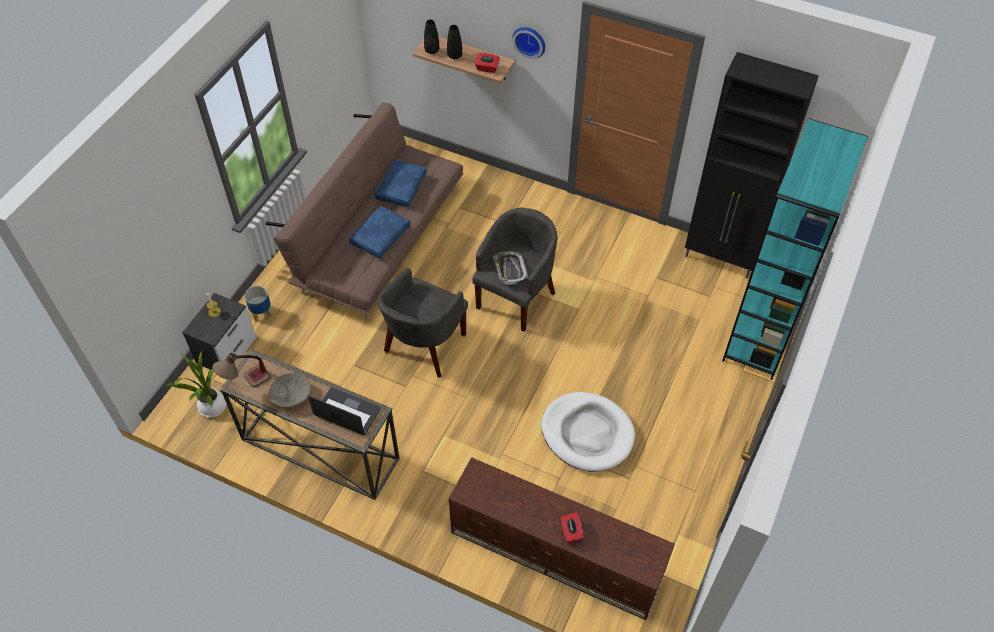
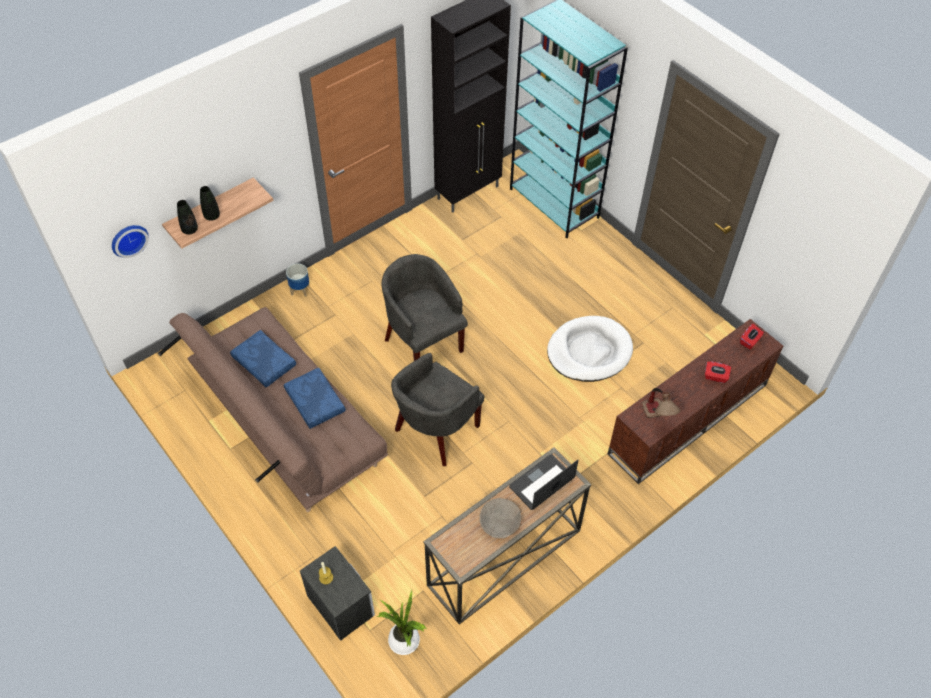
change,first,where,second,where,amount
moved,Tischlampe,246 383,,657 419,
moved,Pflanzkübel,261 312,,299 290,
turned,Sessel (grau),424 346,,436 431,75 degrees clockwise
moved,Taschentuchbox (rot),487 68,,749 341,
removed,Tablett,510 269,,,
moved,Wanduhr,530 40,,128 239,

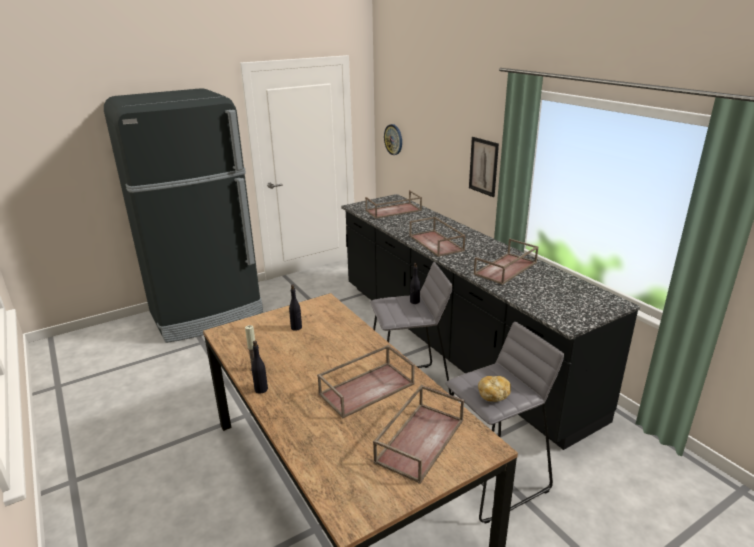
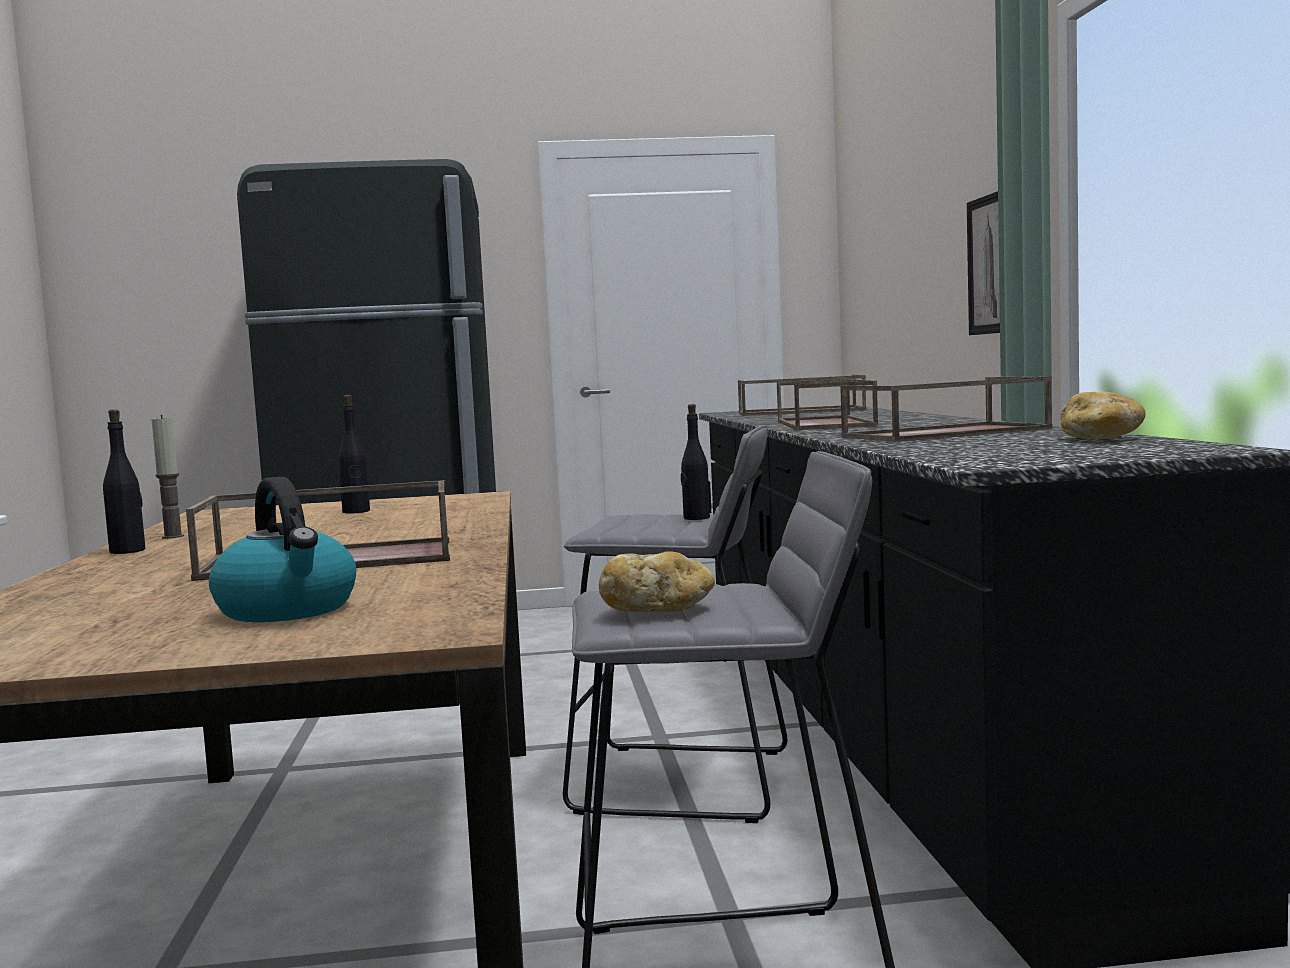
change,first,where,second,where,amount
replaced,Tablett (braun),419 439,Wasserkessel,288 610,
removed,Wanduhr,393 139,,,
added,,,Brot,1100 439,

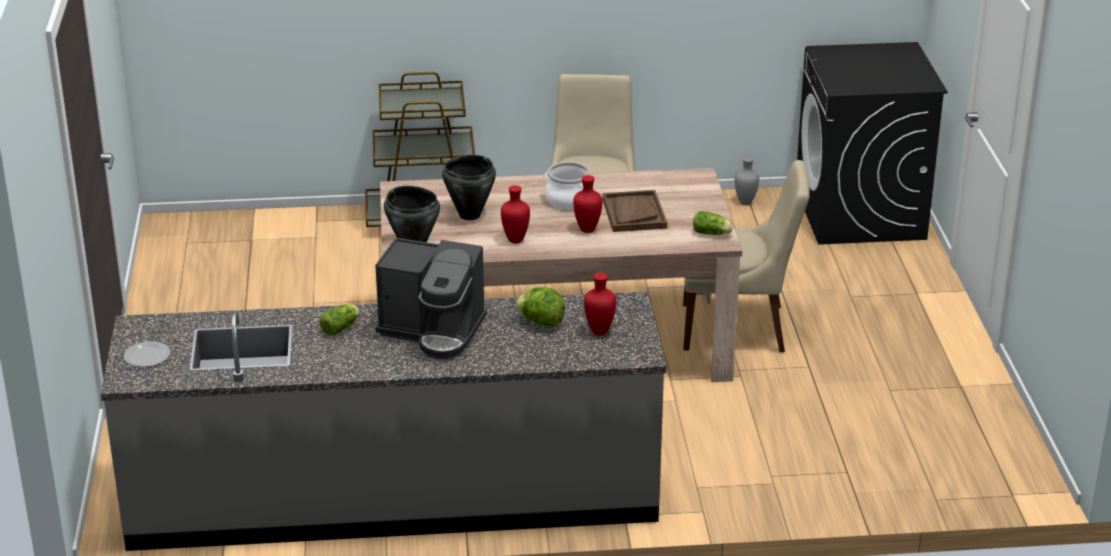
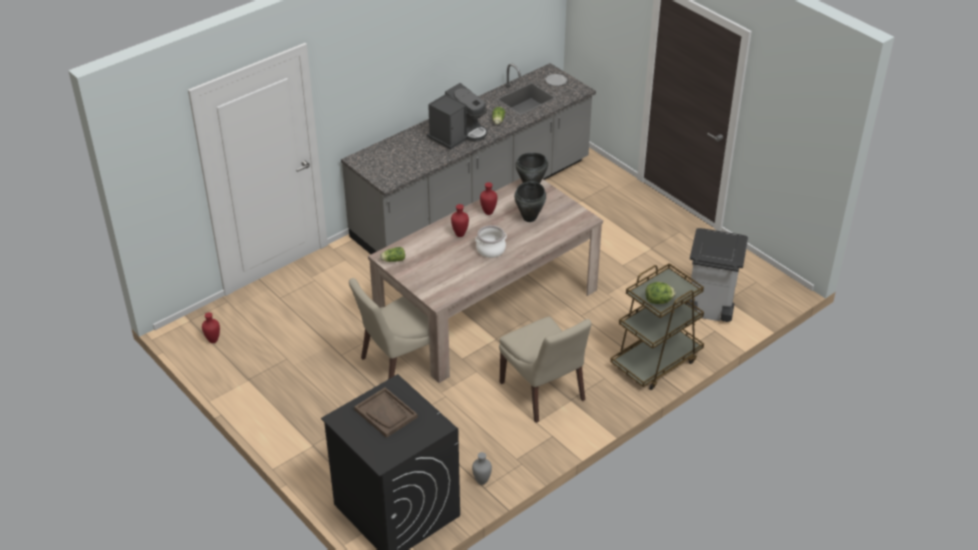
change,first,where,second,where,amount
turned,Kaffeemaschine,433 331,,458 135,150 degrees clockwise
moved,Salatkopf,541 322,,659 301,
moved,Vase (rot),600 332,,212 341,
moved,Tablett (braun),634 213,,386 413,
added,,,Mülleimer (grau),709 308,

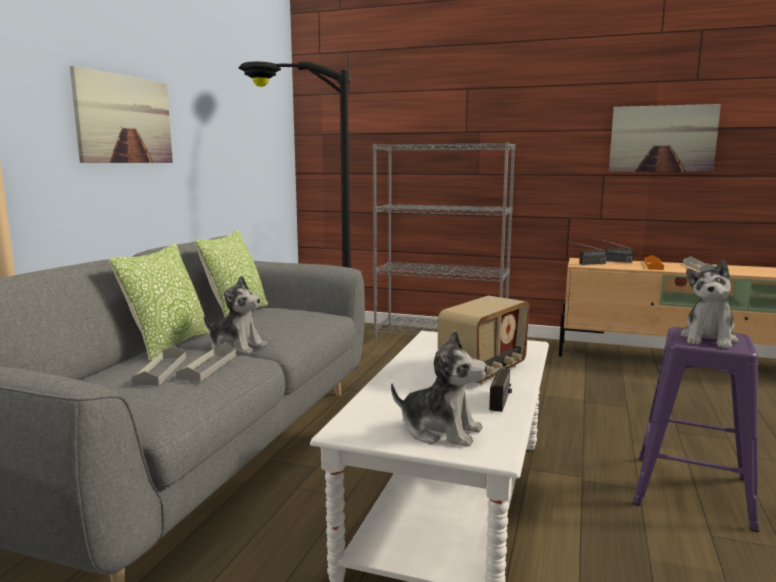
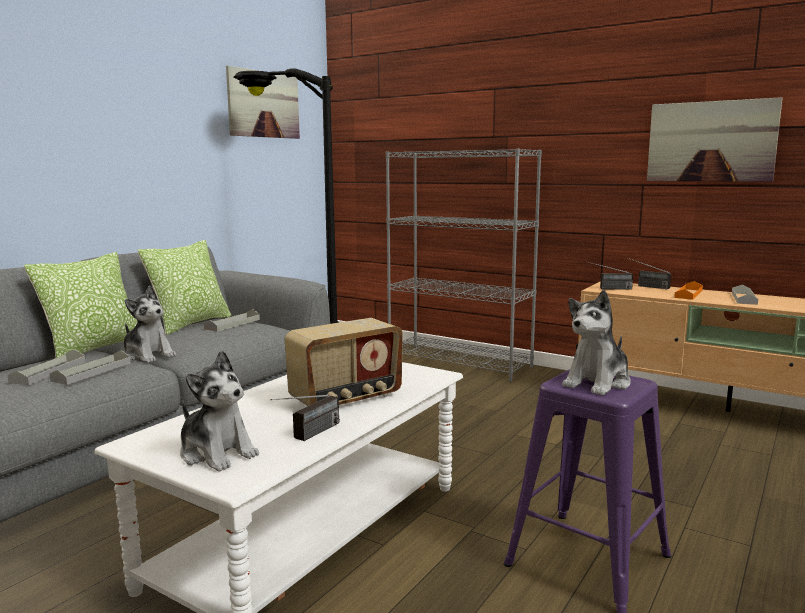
change,first,where,second,where,amount
moved,Bild,125 119,,264 104,
added,,,Tablett (grau),232 324,

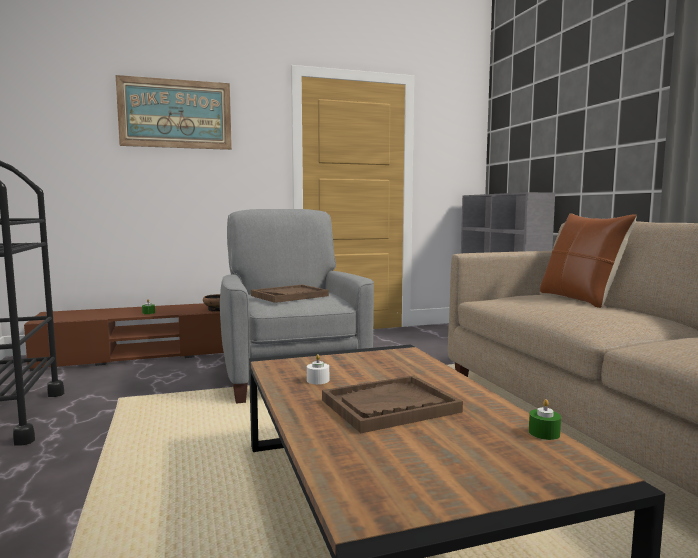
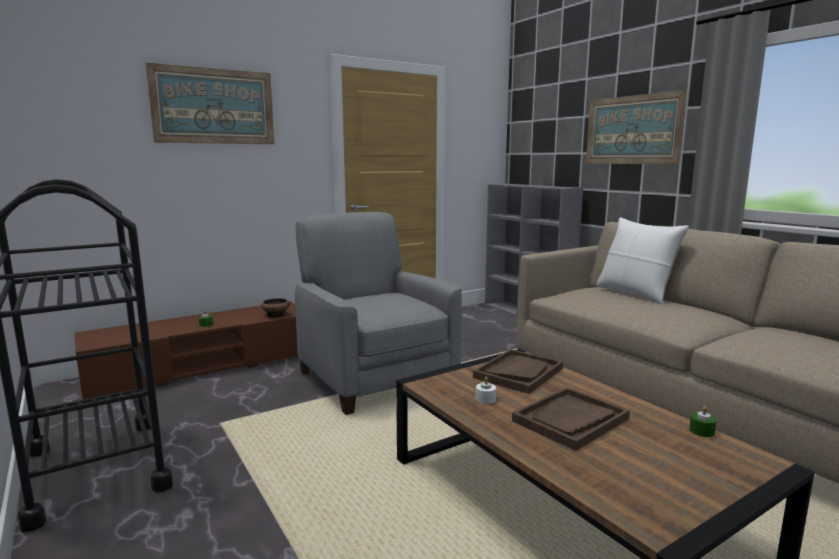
change,first,where,second,where,amount
moved,Tablett (braun),289 296,,518 373,
recoloured,Kissen (braun),580 299,Kissen (weiß),635 294,
added,,,Bild,632 130,

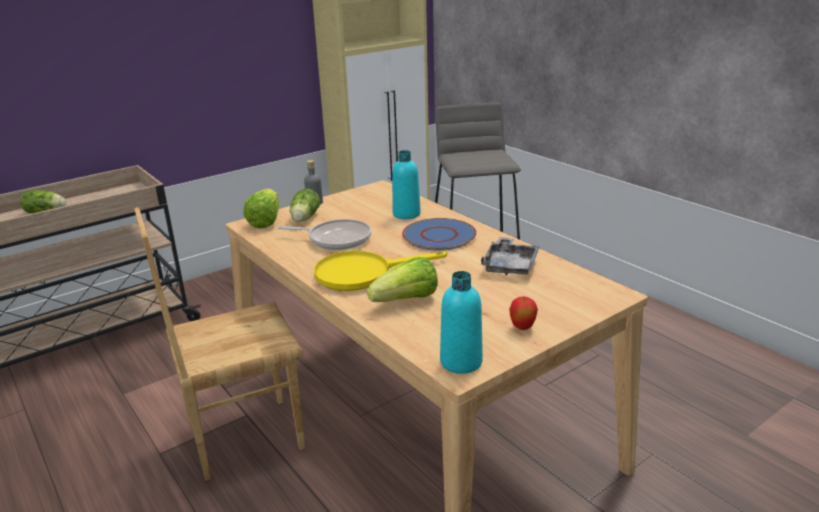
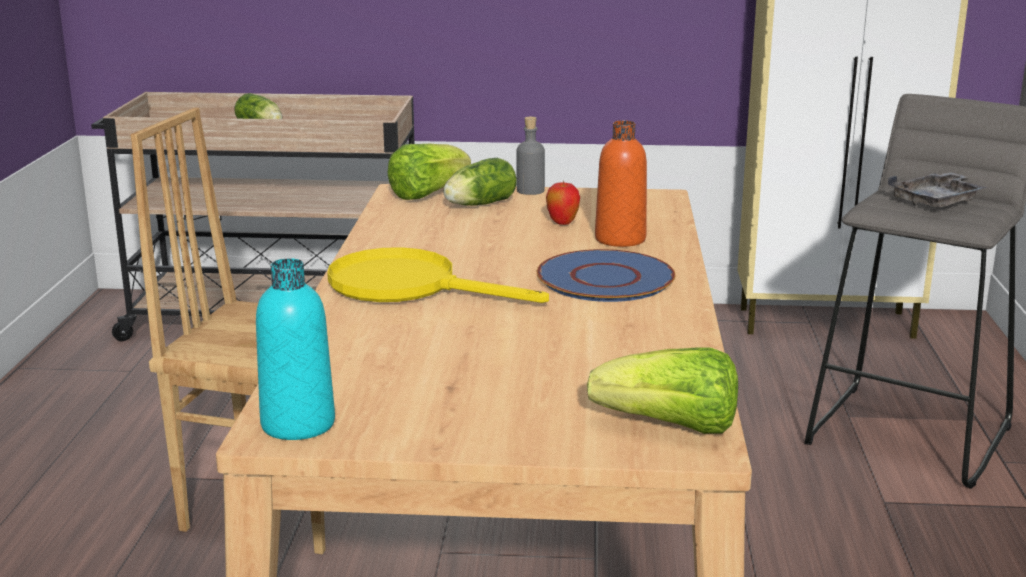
change,first,where,second,where,amount
removed,Pfanne,336 239,,,
moved,Salatkopf,407 300,,670 427,
recoloured,Flasche (türkis),406 214,Flasche (orange),620 239,
moved,Tablett (grau),510 265,,937 201,
moved,Apfel,522 328,,562 223,

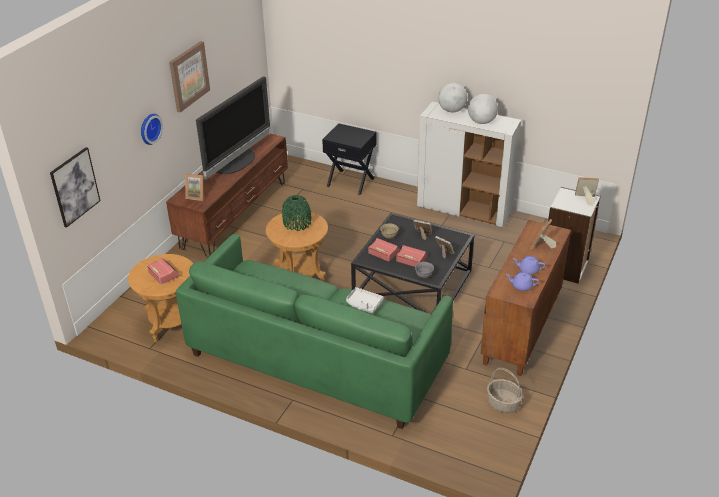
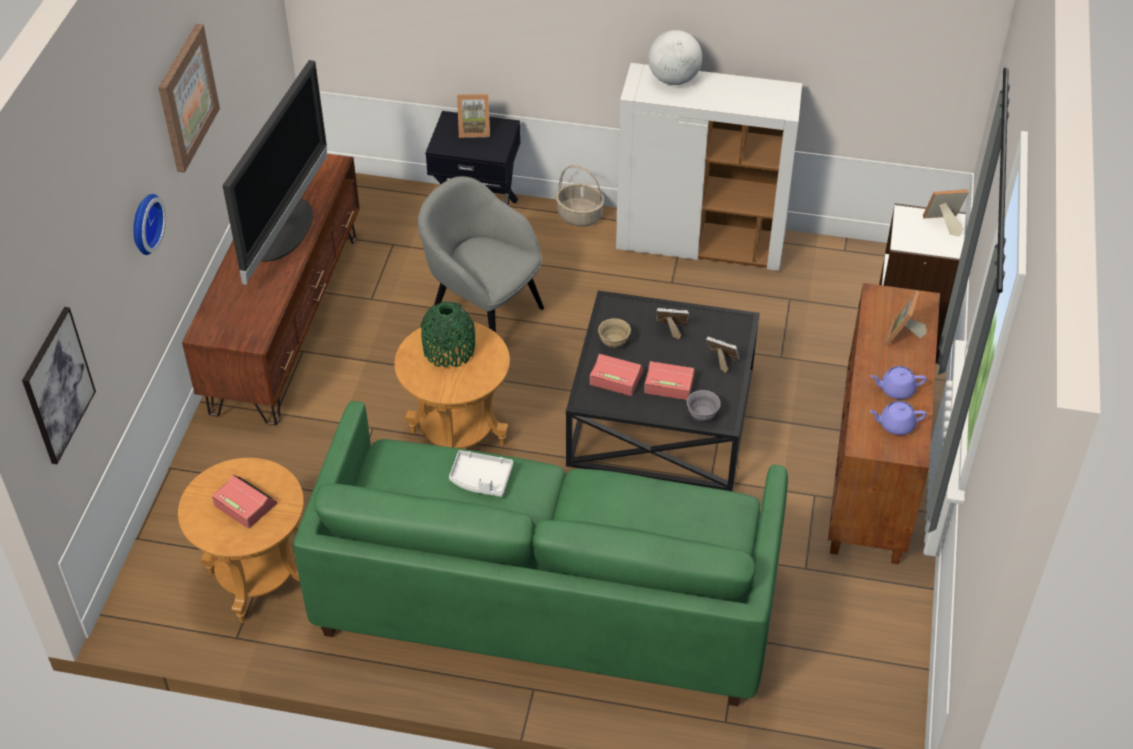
change,first,where,second,where,amount
moved,Bilderrahmen,196 196,,474 129,
moved,Tablett (weiß),364 304,,481 479,
removed,Globus,481 122,,,
moved,Korb,503 403,,580 216,
added,,,Sessel (grau),484 313,

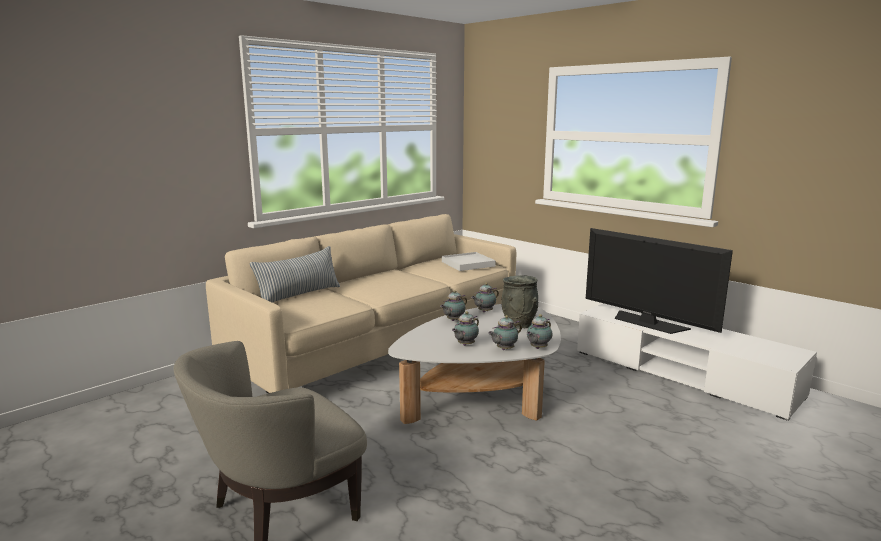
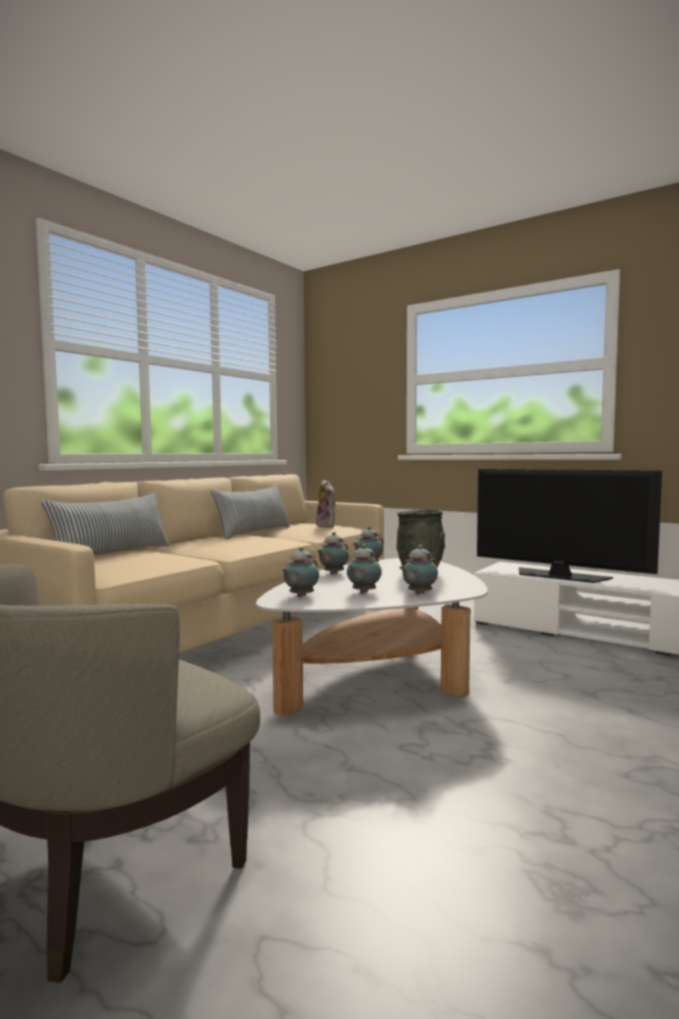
change,first,where,second,where,amount
replaced,Tablett (weiß),467 264,Plüschtier,327 526,
moved,Teekanne,537 348,,300 596,
added,,,Kissen,254 532,

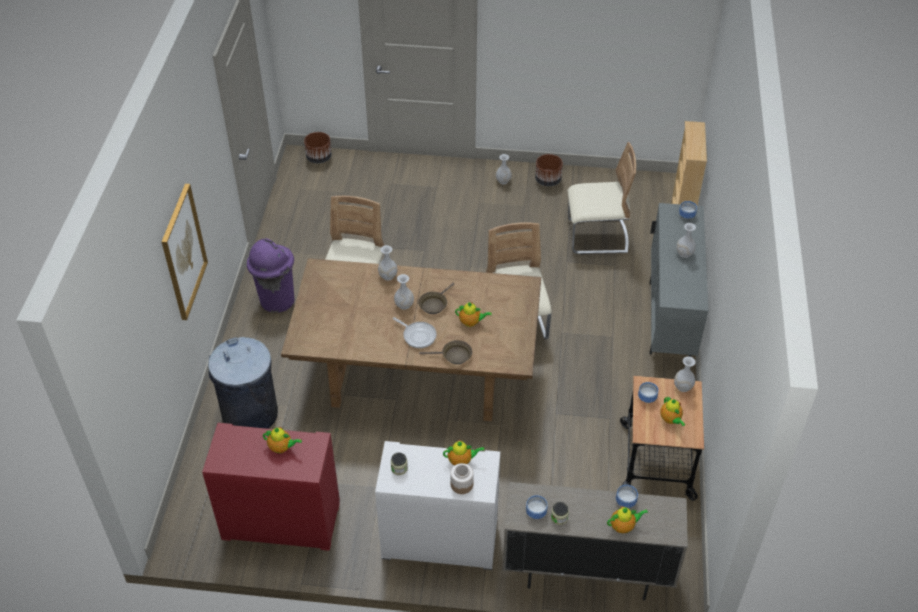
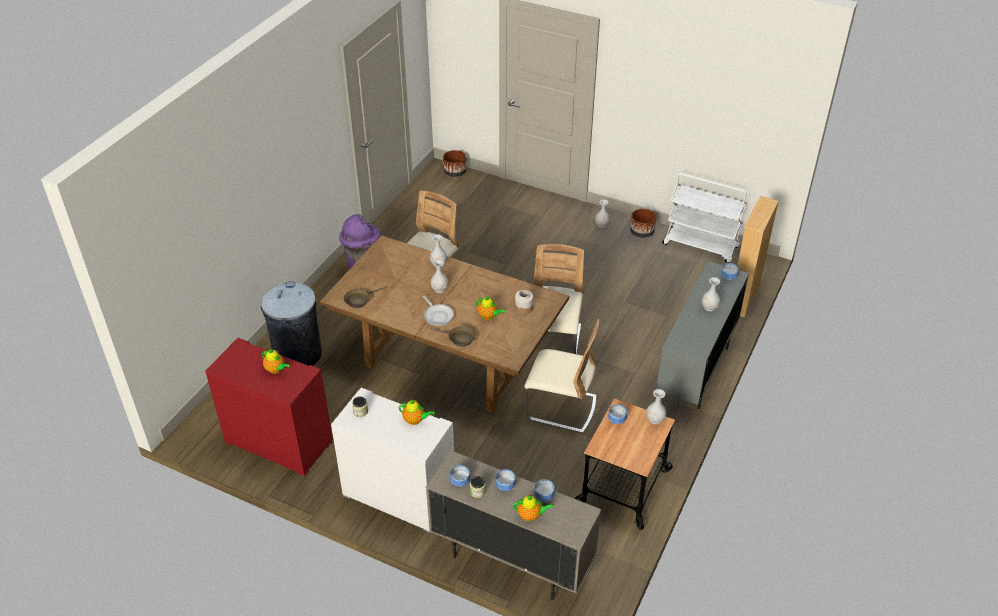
change,first,where,second,where,amount
removed,Bild,183 252,,,
moved,Pfanne (braun),434 304,,359 300,
moved,Vorratsglas,461 484,,523 308,
moved,Stuhl (beige),597 237,,561 408,
removed,Teekanne,671 420,,,
added,,,Schüssel,504 485,
added,,,Rollwagen (weiß),701 246,

